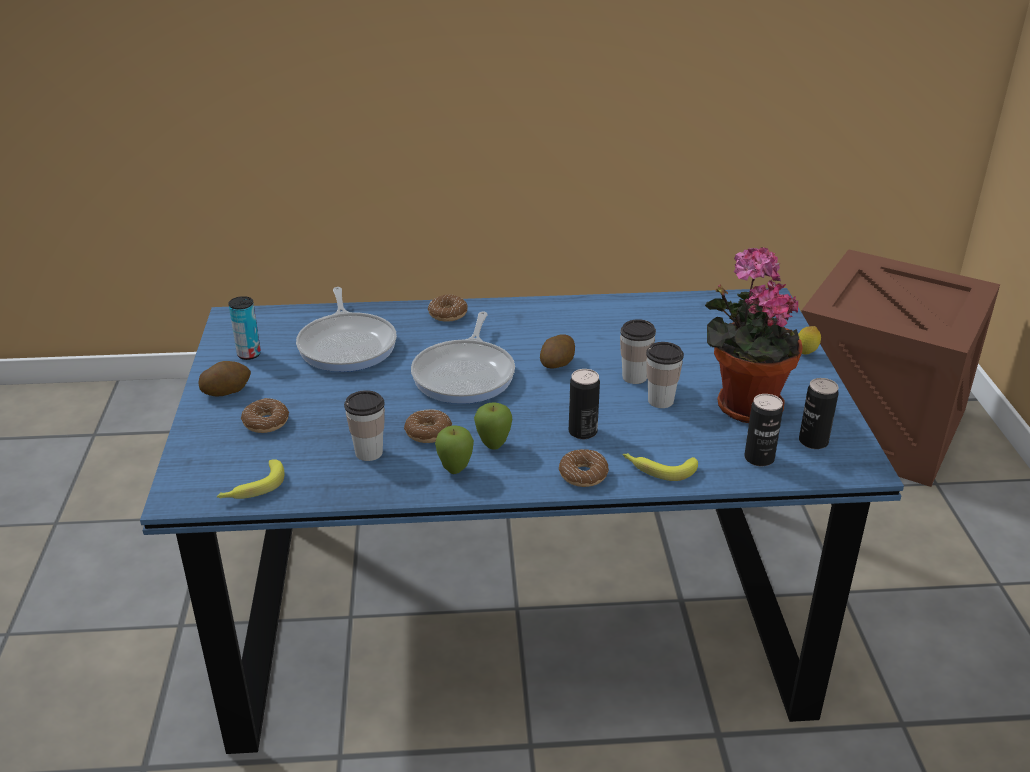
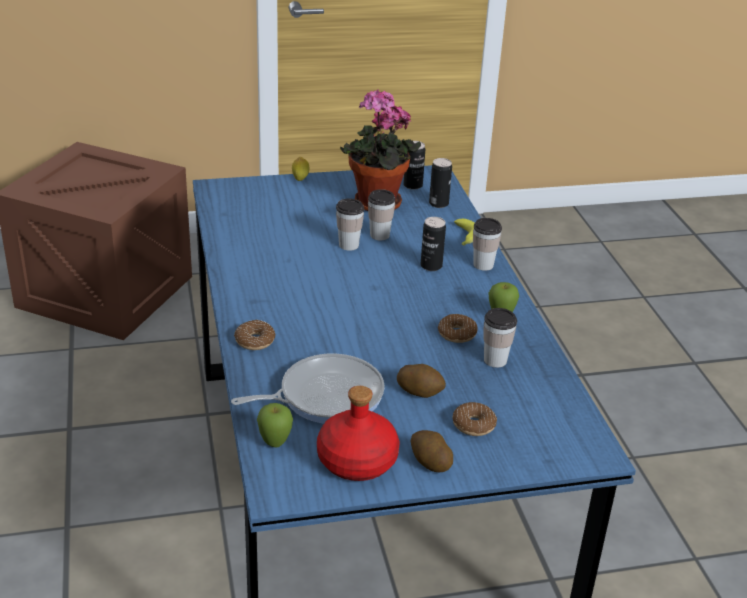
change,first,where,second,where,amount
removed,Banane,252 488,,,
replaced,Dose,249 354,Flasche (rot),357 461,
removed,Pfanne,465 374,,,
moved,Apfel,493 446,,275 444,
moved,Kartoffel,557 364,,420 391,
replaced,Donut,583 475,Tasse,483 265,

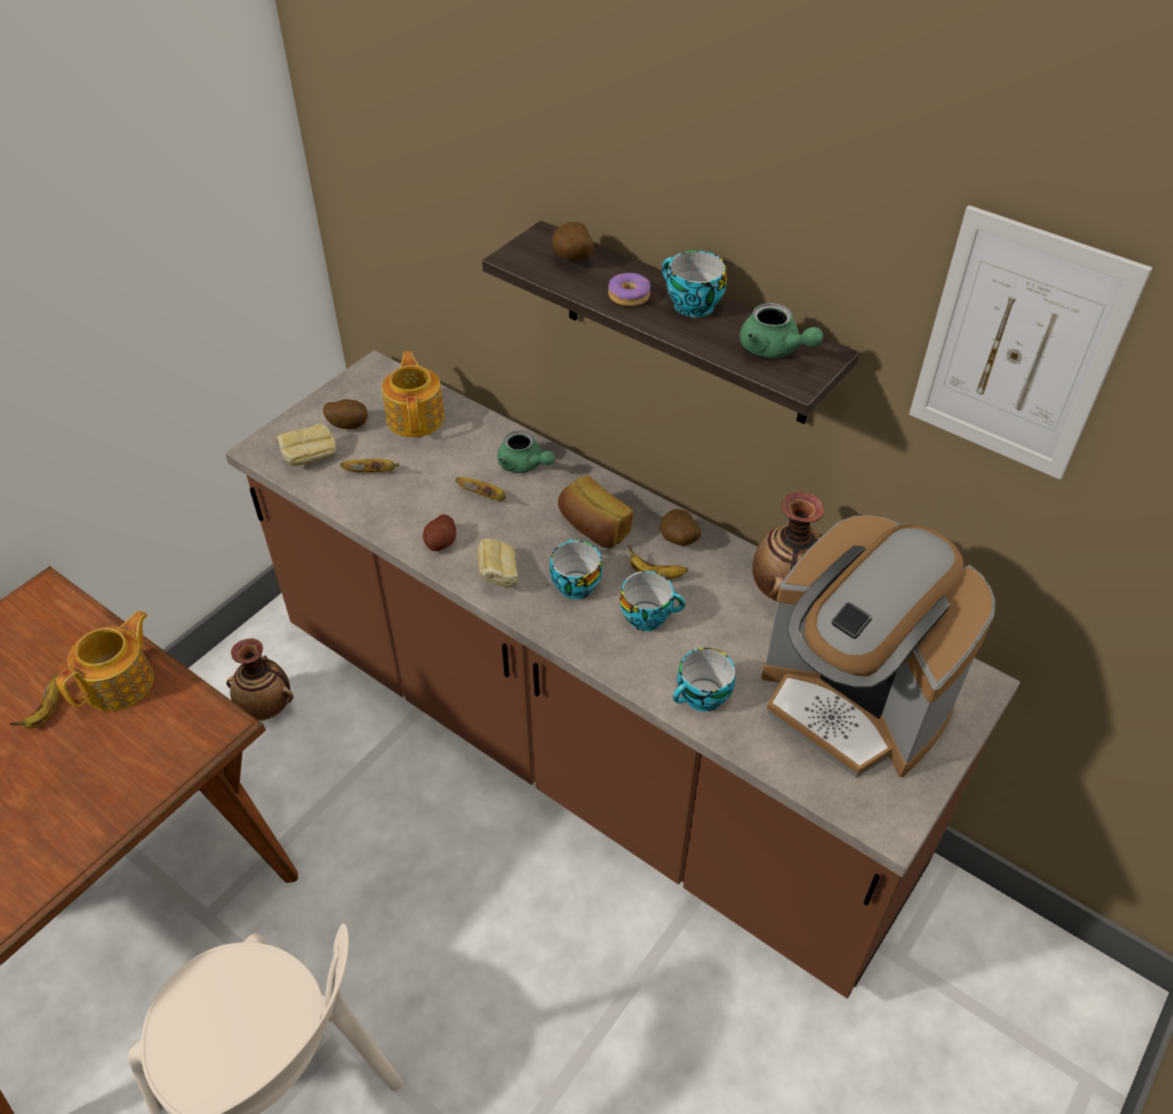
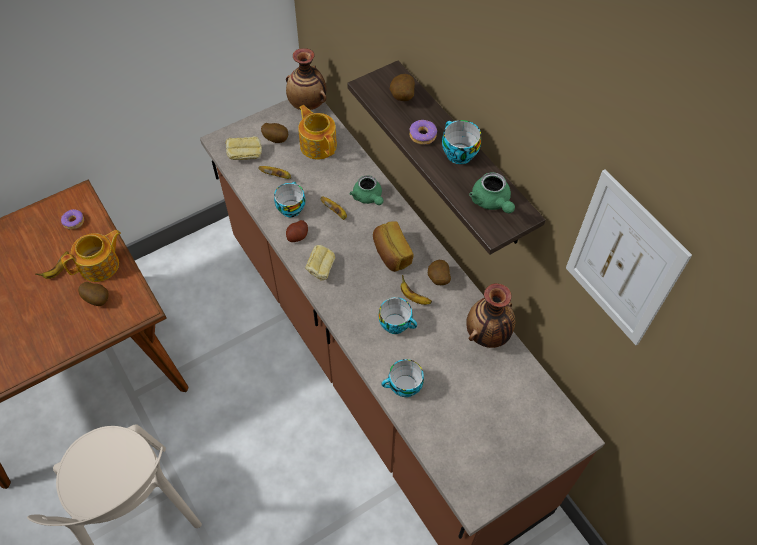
change,first,where,second,where,amount
moved,Vase,267 707,,308 104,
turned,Teekanne,416 417,,318 144,45 degrees counterclockwise
moved,Tasse,574 584,,290 207,
removed,Kaffeemaschine,853 703,,,
added,,,Donut,73 222,
added,,,Kartoffel,98 299,

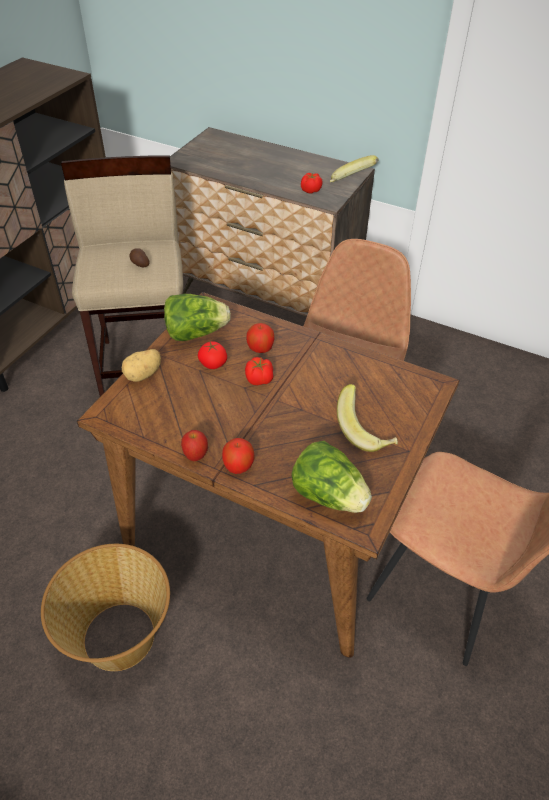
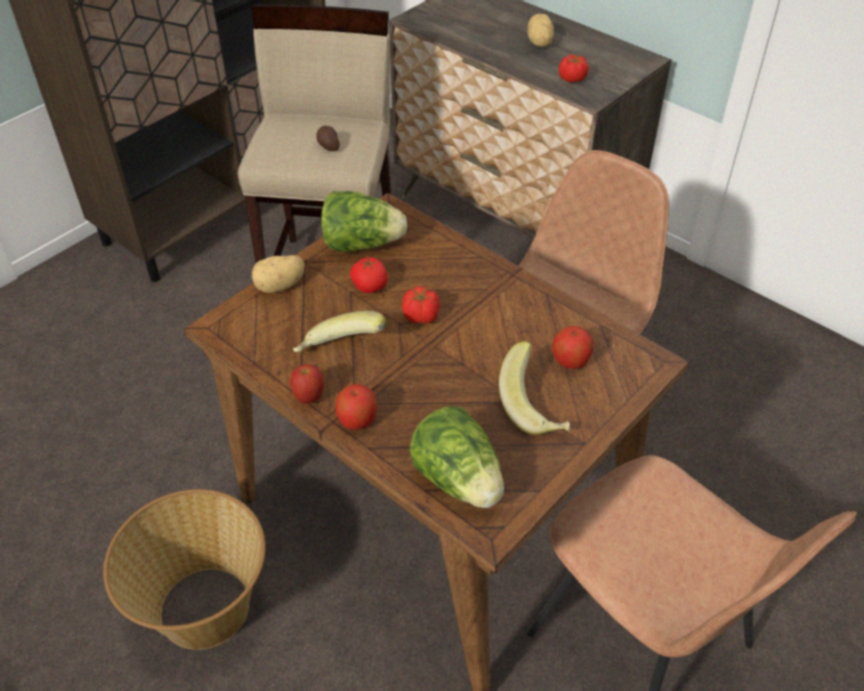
change,first,where,second,where,amount
moved,Apfel,260 348,,570 361,
moved,Banane,351 182,,341 351,
added,,,Kartoffel,538 43,

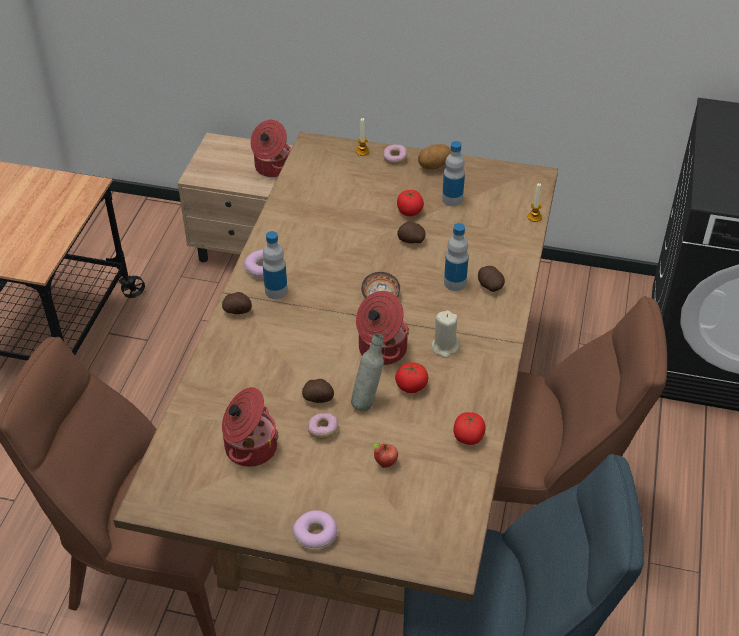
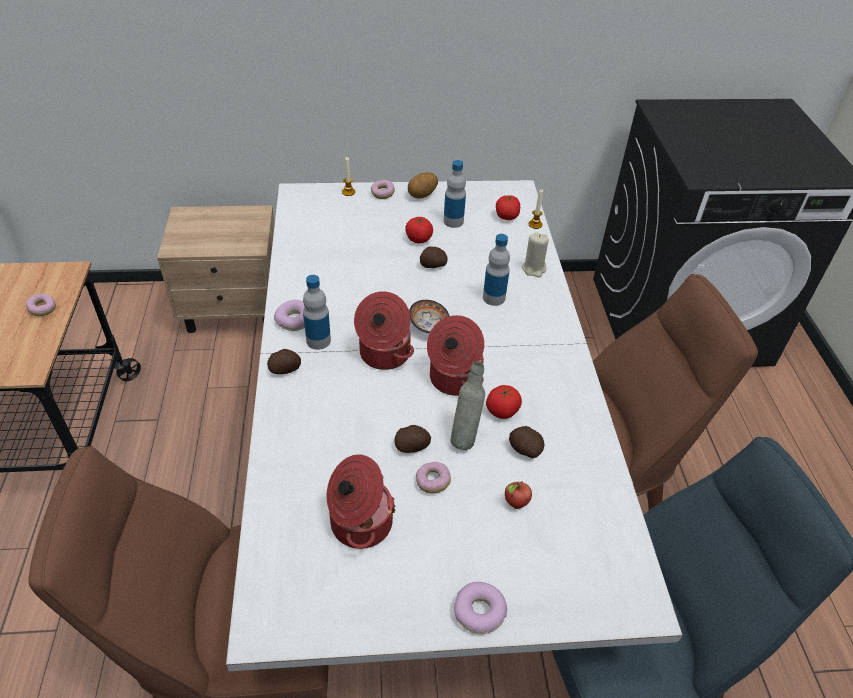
change,first,where,second,where,amount
recoloured,Esstisch (braun),369 459,Esstisch (weiß),418 488,
moved,Kochtopf,272 167,,383 354,
moved,Kerze (beige),445 347,,534 269,
moved,Tomate,468 437,,506 217,
moved,Kartoffel,489 286,,524 449,
added,,,Donut,43 309,

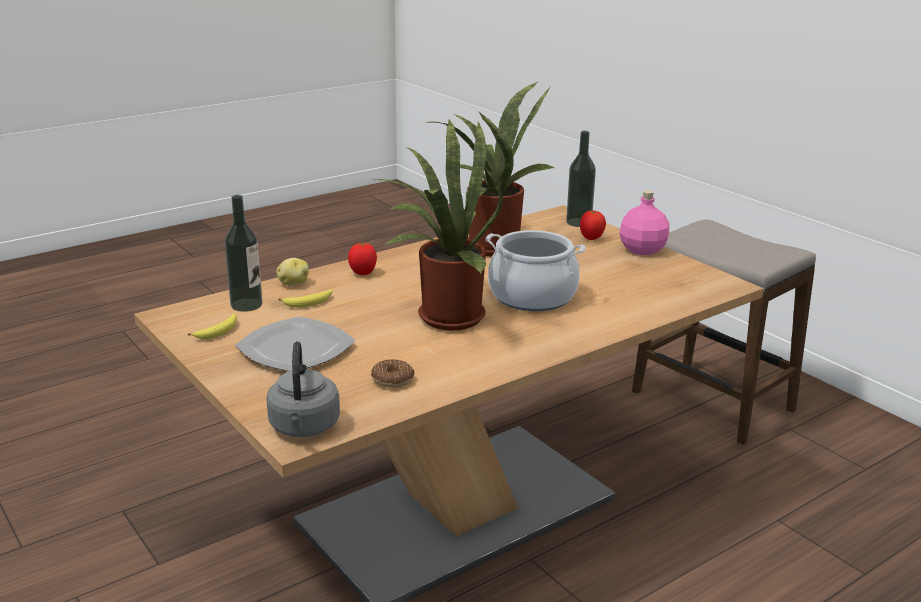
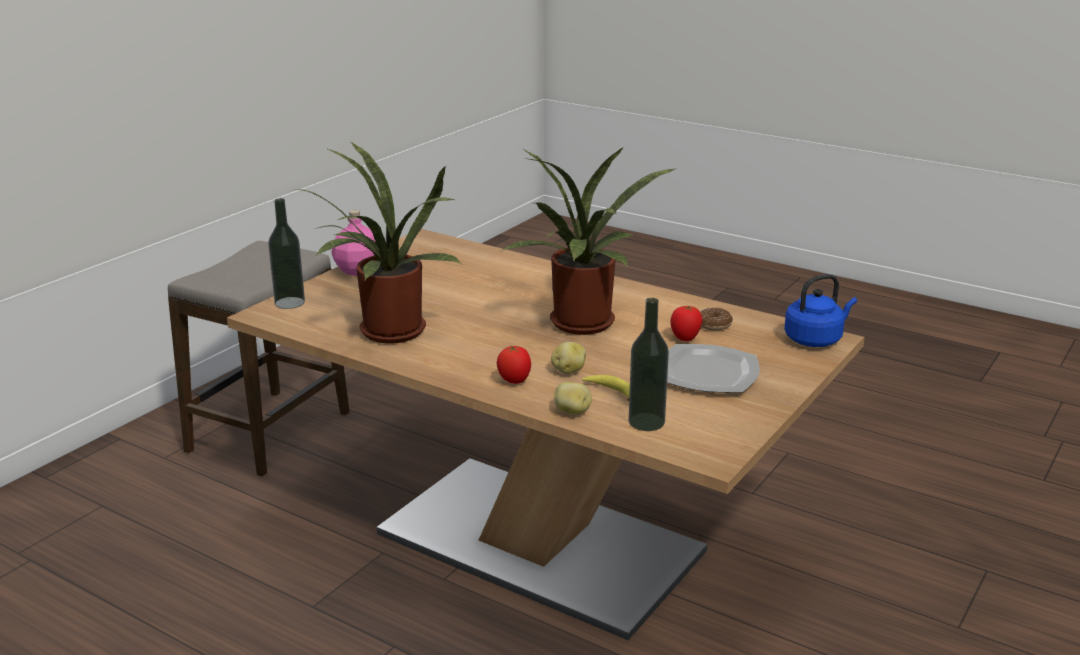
change,first,where,second,where,amount
removed,Banane,218 331,,,
recoloured,Wasserkessel (grau),304 428,Wasserkessel (blau),815 339,
removed,Kochtopf,532 296,,,
moved,Tomate,591 238,,685 339,
added,,,Kartoffel,568 371,

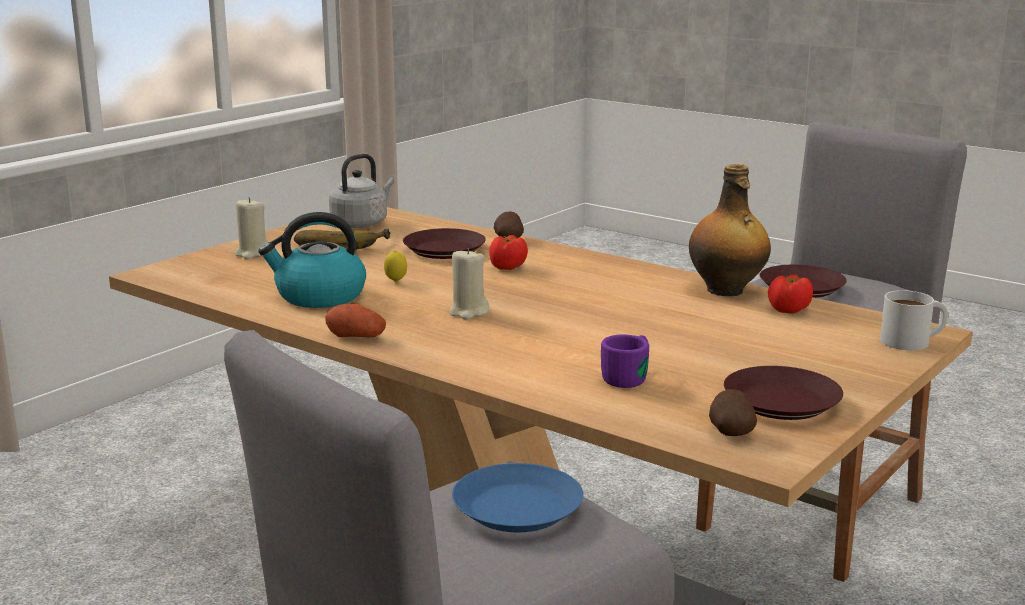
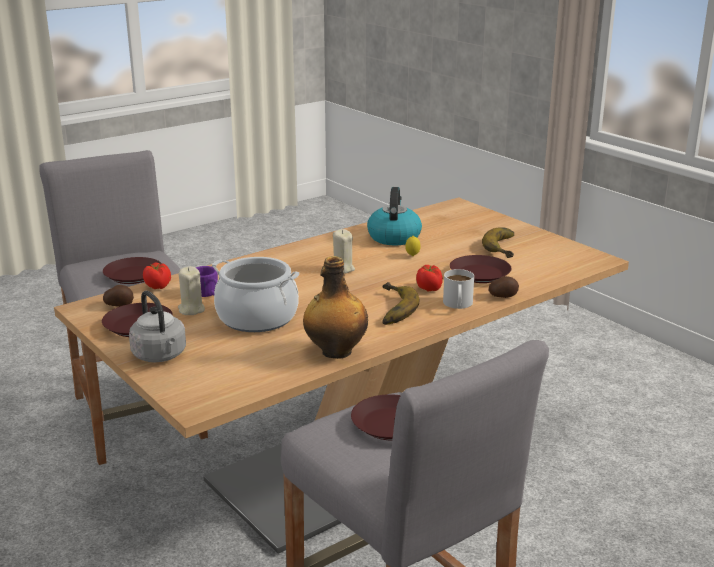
change,first,where,second,where,amount
moved,Kerze (beige),253 253,,191 310,
removed,Kartoffel,356 337,,,
moved,Wasserkessel (grau),361 223,,160 356,
recoloured,Teller (blau),516 509,Teller (braun),133 275,
moved,Tomate,788 310,,158 286,
moved,Henkelbecher (weiß),913 341,,458 305,
added,,,Kochtopf,257 317,
added,,,Banane,389 308,

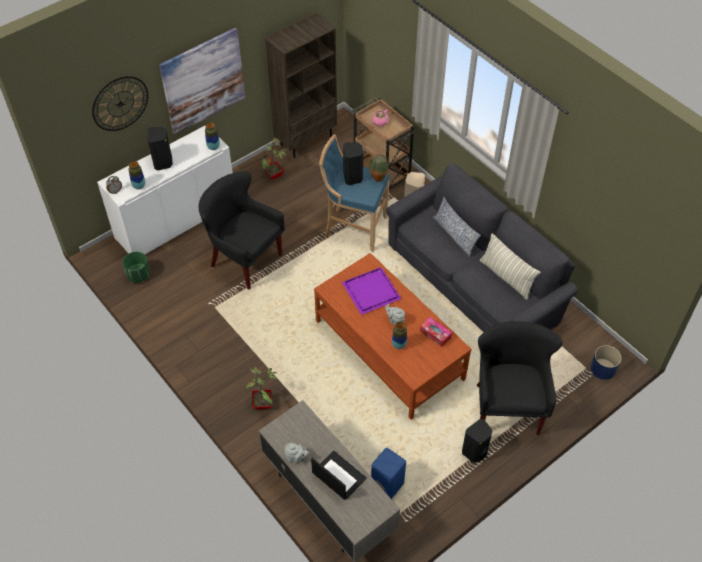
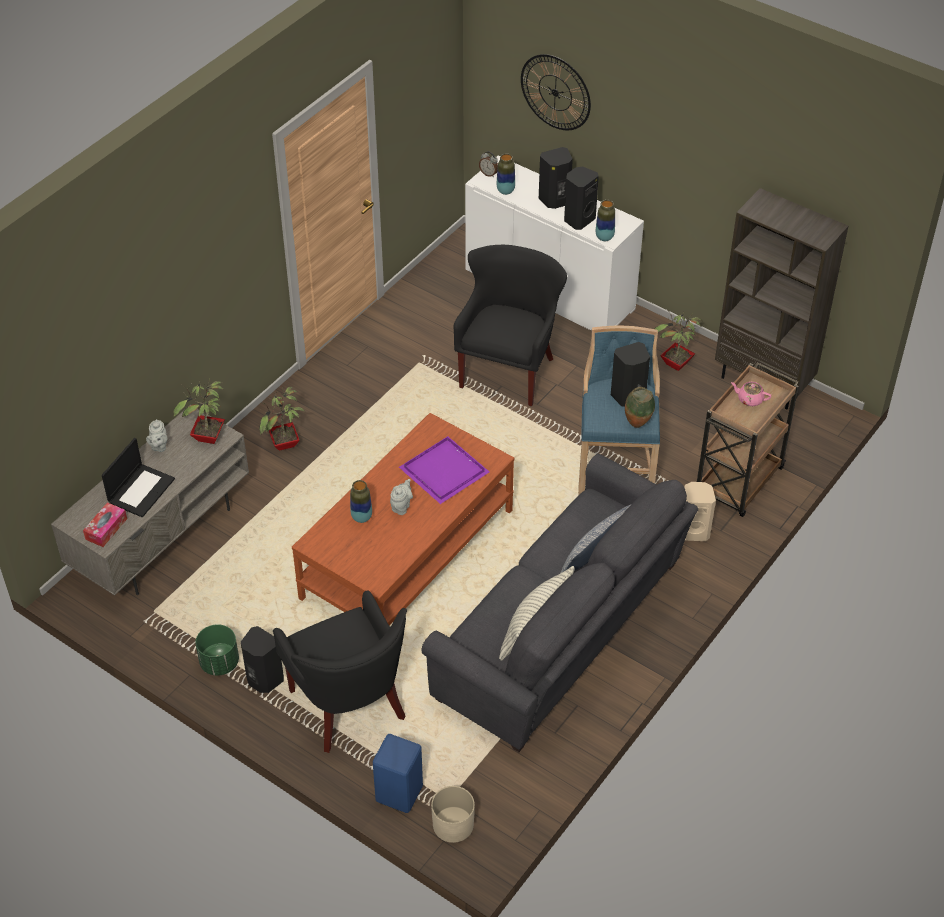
change,first,where,second,where,amount
moved,Pflanzkübel (grün),138 275,,219 663,
removed,Bild,203 81,,,
moved,Hocker (blau),387 486,,397 794,
moved,Taschentuchbox,435 334,,106 529,
turned,Sessel (schwarz),507 407,,348 707,75 degrees clockwise
recoloured,Pflanzkübel (blau),603 369,Pflanzkübel (beige),453 825,
added,,,Topfpflanze,208 438,
added,,,Lautsprecher (schwarz),578 219,

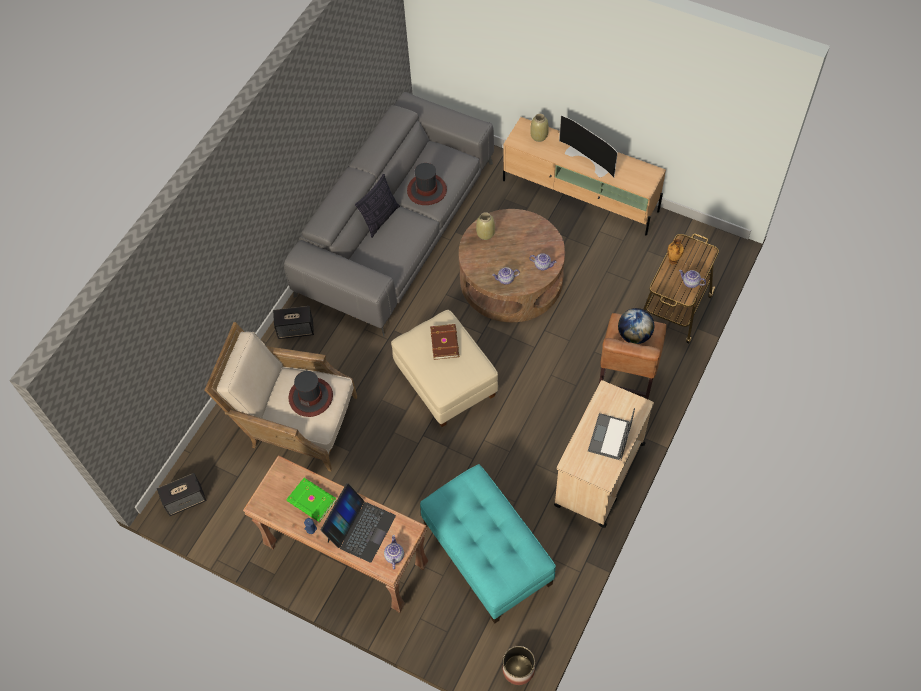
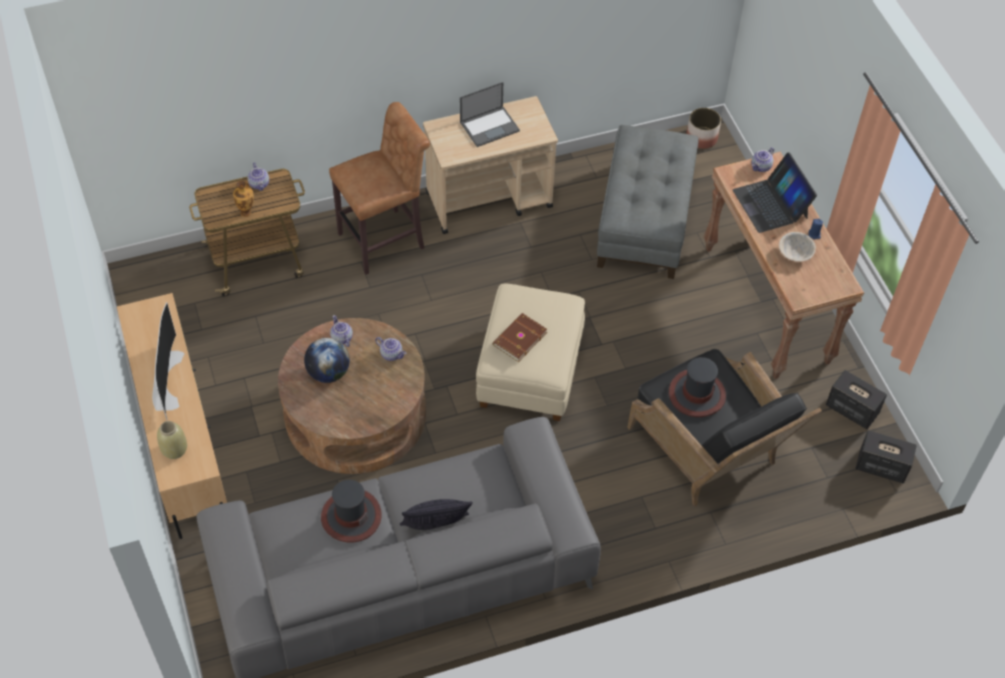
change,first,where,second,where,amount
recoloured,Sessel (beige),294 421,Sessel (schwarz),711 454,
moved,Lautsprecher,296 329,,851 409,
replaced,Buch (grün),311 501,Schüssel (beige),795 253,
turned,Laptop,360 528,,771 204,90 degrees counterclockwise
recoloured,Polsterhocker (türkis),486 553,Polsterhocker (grau),645 220,
removed,Vase (beige),485 234,,,
moved,Globus,634 335,,328 373,

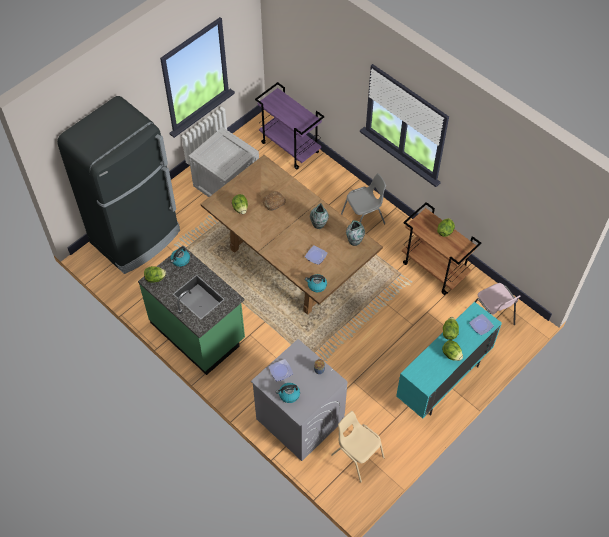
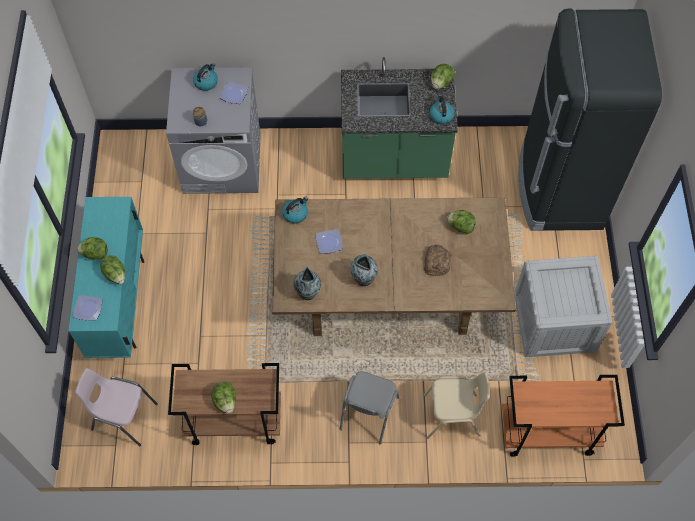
change,first,where,second,where,amount
recoloured,Rollwagen (lila),290 147,Rollwagen (orange),547 433,
moved,Stuhl (beige),357 456,,452 416,

